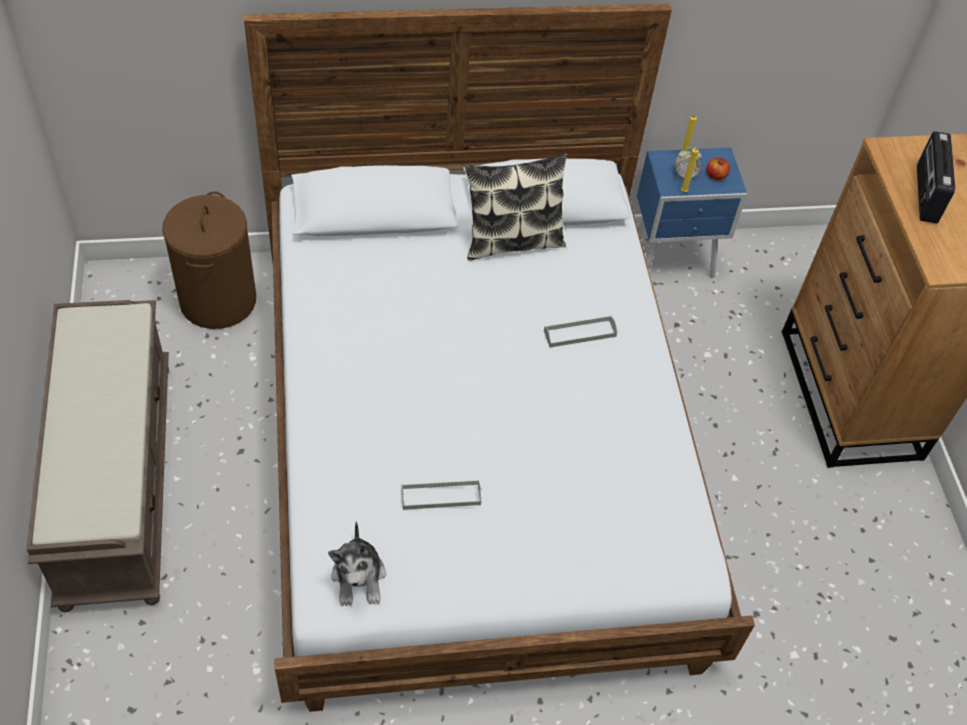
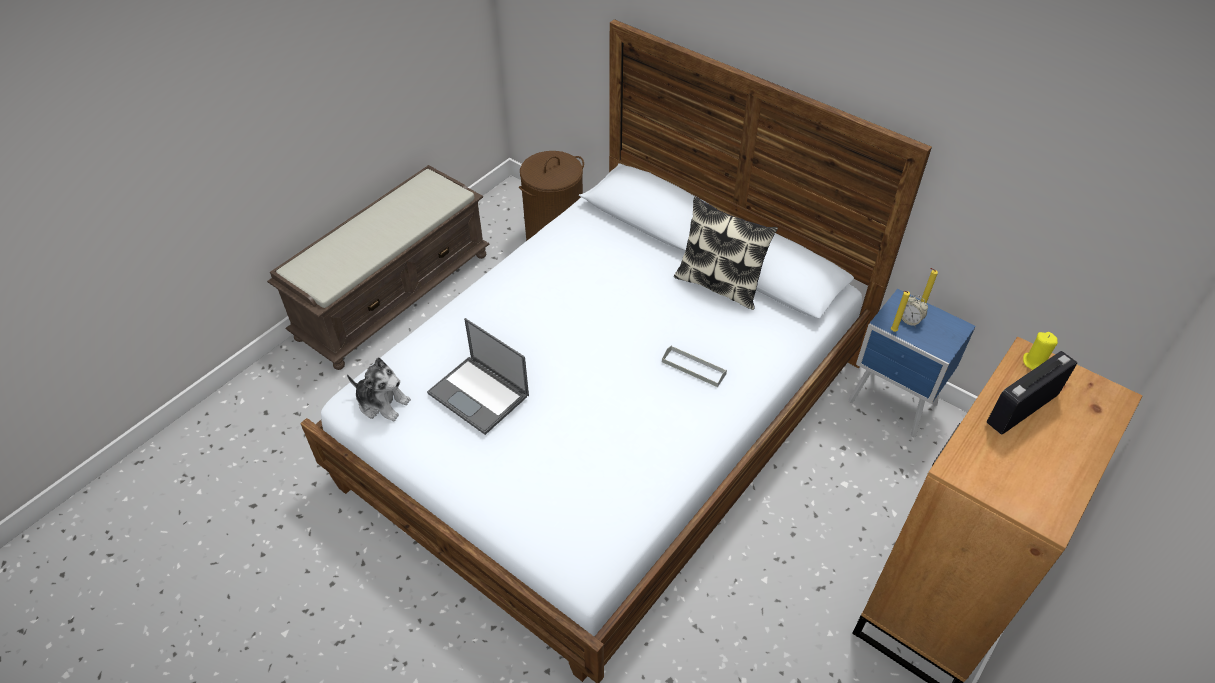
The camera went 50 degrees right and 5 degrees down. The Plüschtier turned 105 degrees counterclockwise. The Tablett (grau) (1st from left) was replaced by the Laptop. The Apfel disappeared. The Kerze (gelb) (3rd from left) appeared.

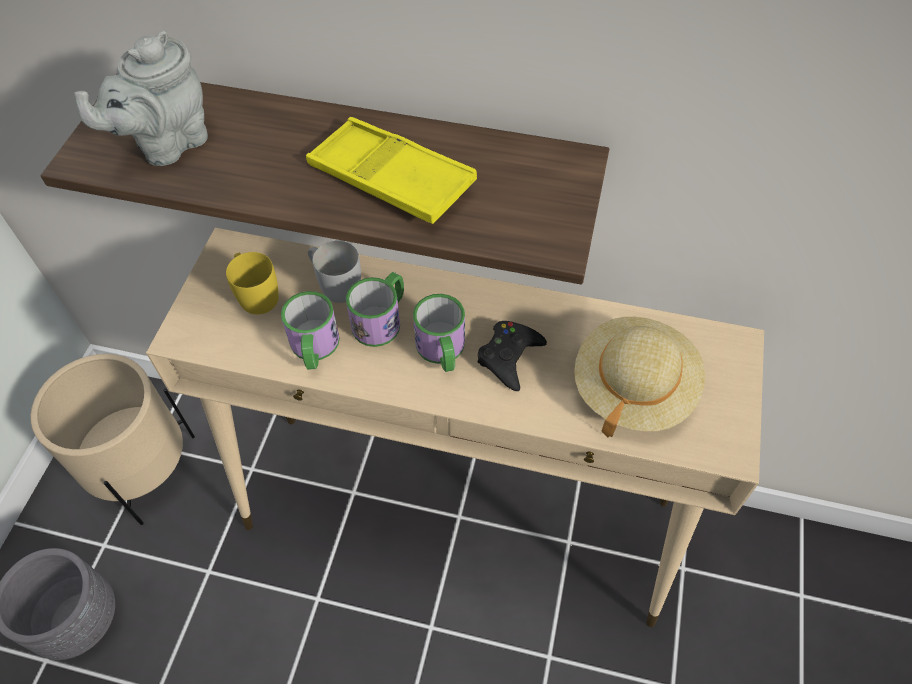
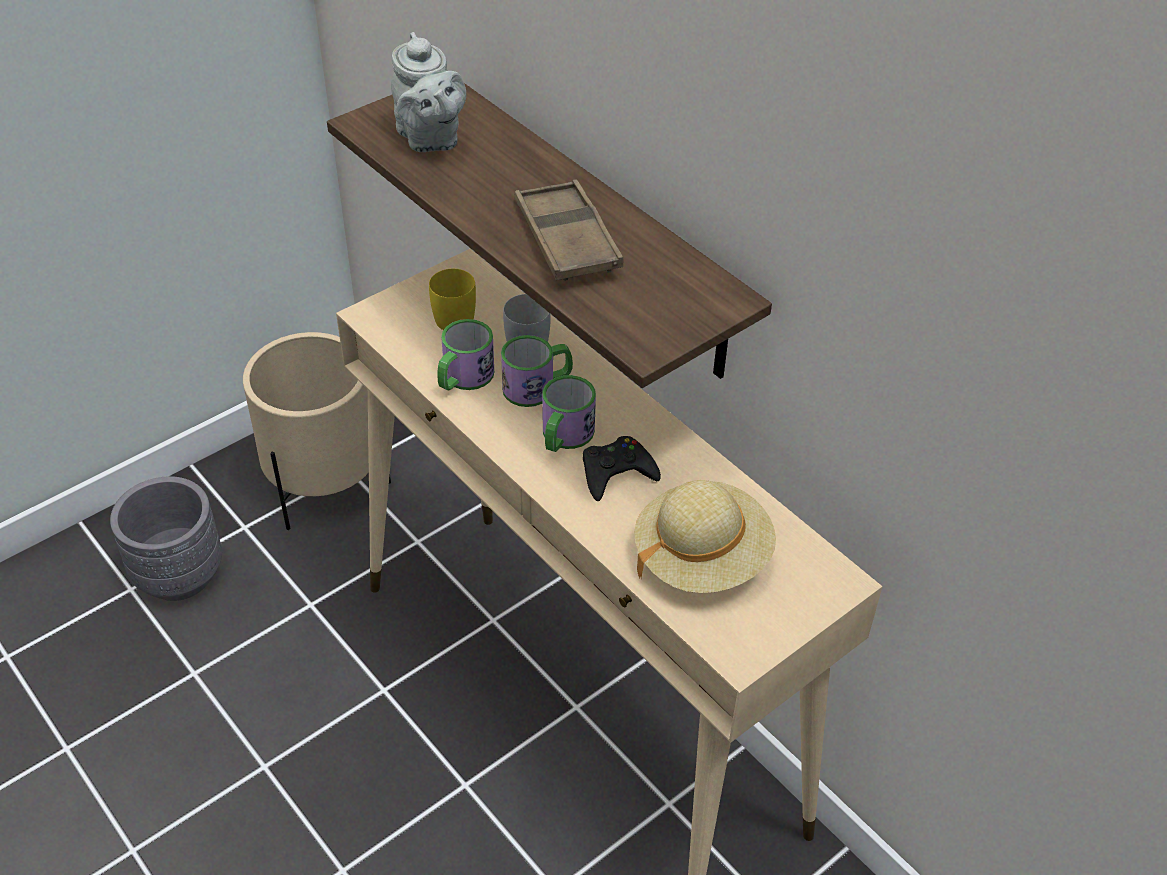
The camera went 35 degrees right and 10 degrees down. The Teekanne (grau) turned 105 degrees counterclockwise. The Tablett (gelb) became the Tablett (braun).

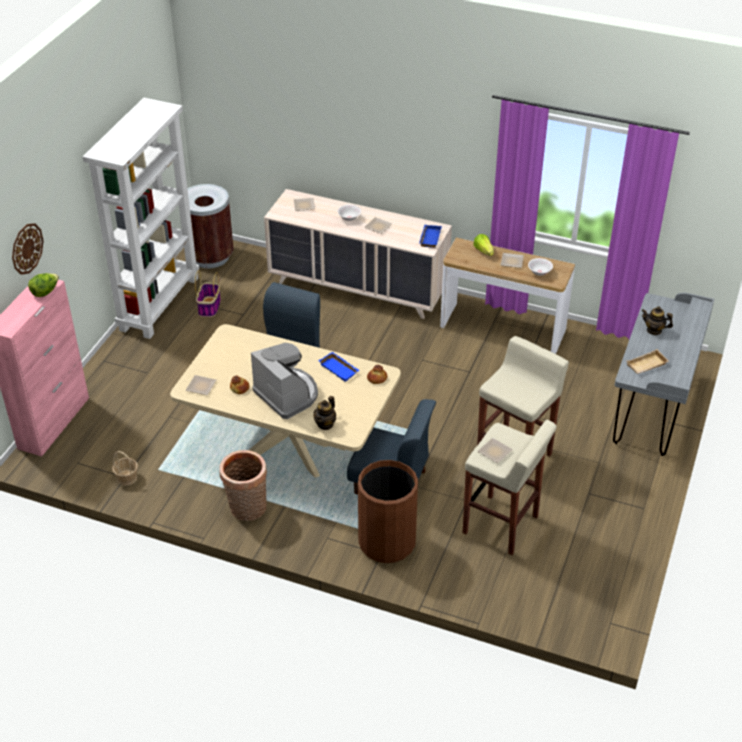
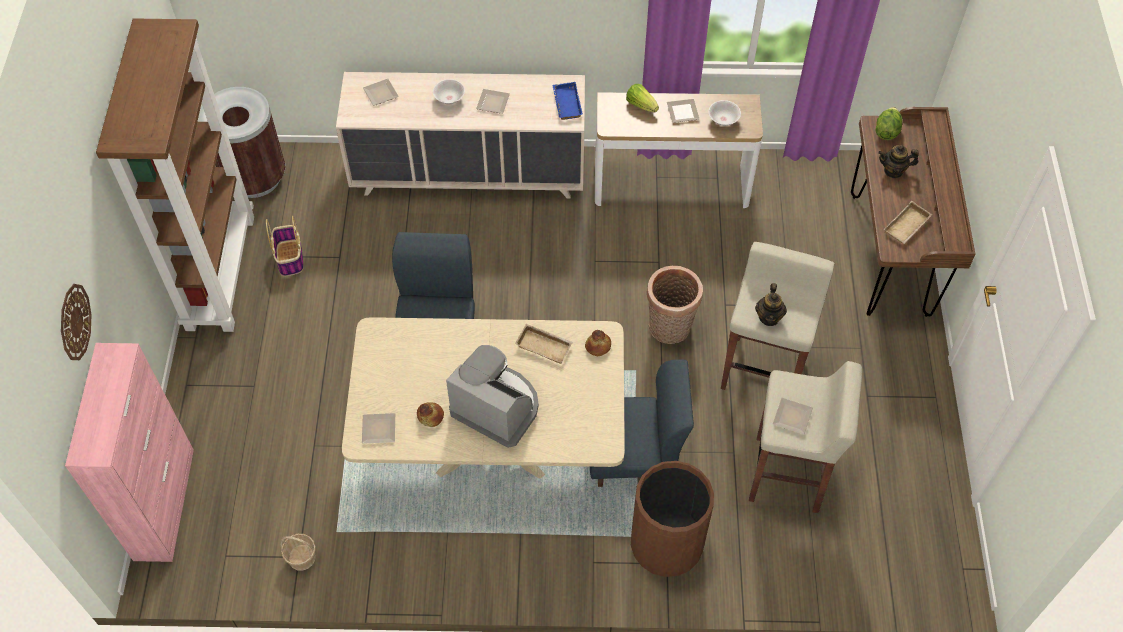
The camera went 20 degrees left and 15 degrees up. The Salatkopf (1st from left in the first image) moved. The Bücherregal (weiß) became the Bücherregal (braun). The Korb (3rd from left) moved. The Teekanne (1st from left) moved. The Tablett (blau) (1st from left) became the Tablett (beige) (1st from left). The Schreibtisch (grau) became the Schreibtisch (braun).

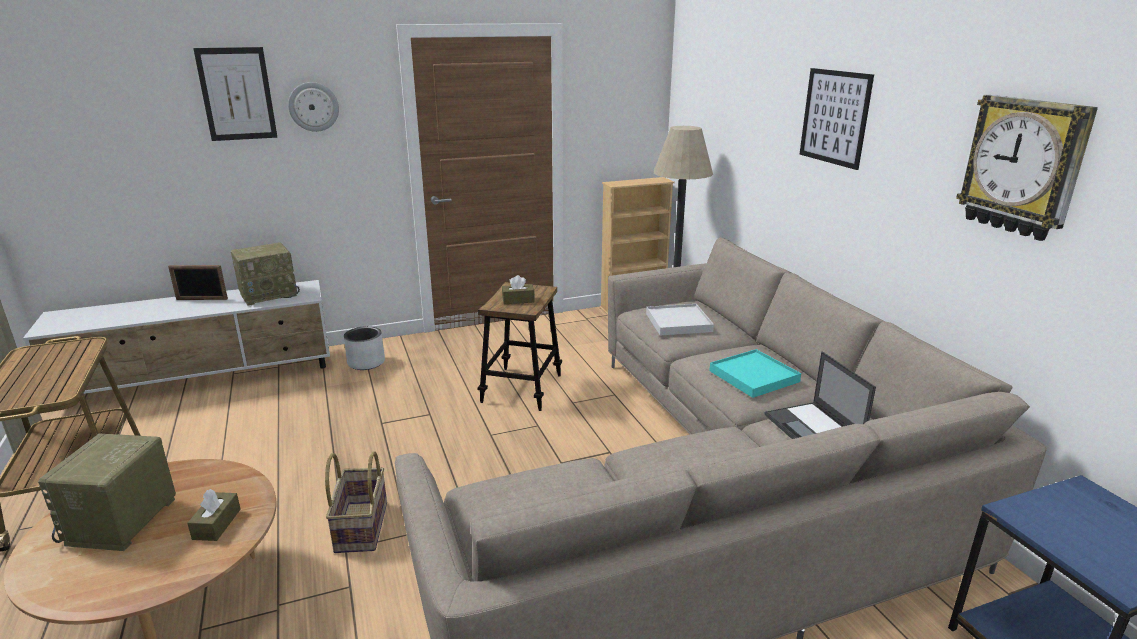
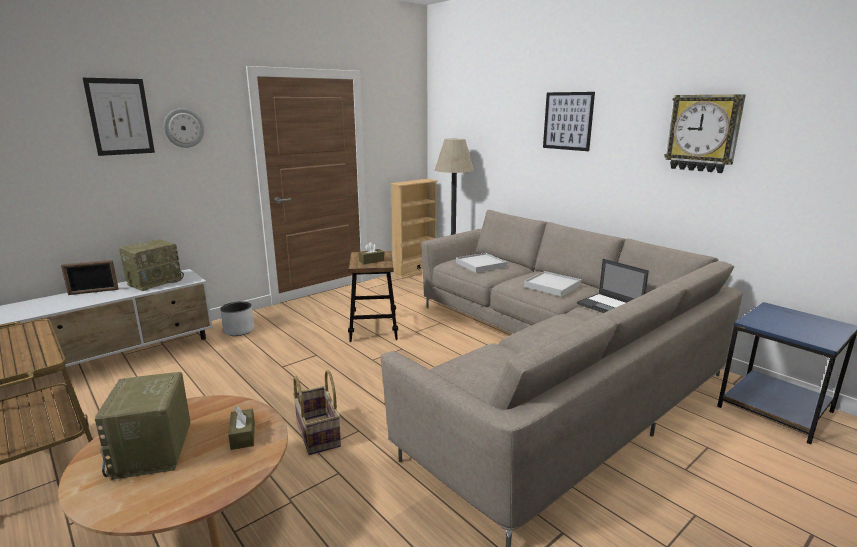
The camera went 20 degrees left and 5 degrees down. The Tablett (türkis) became the Tablett (weiß) (2nd from left).

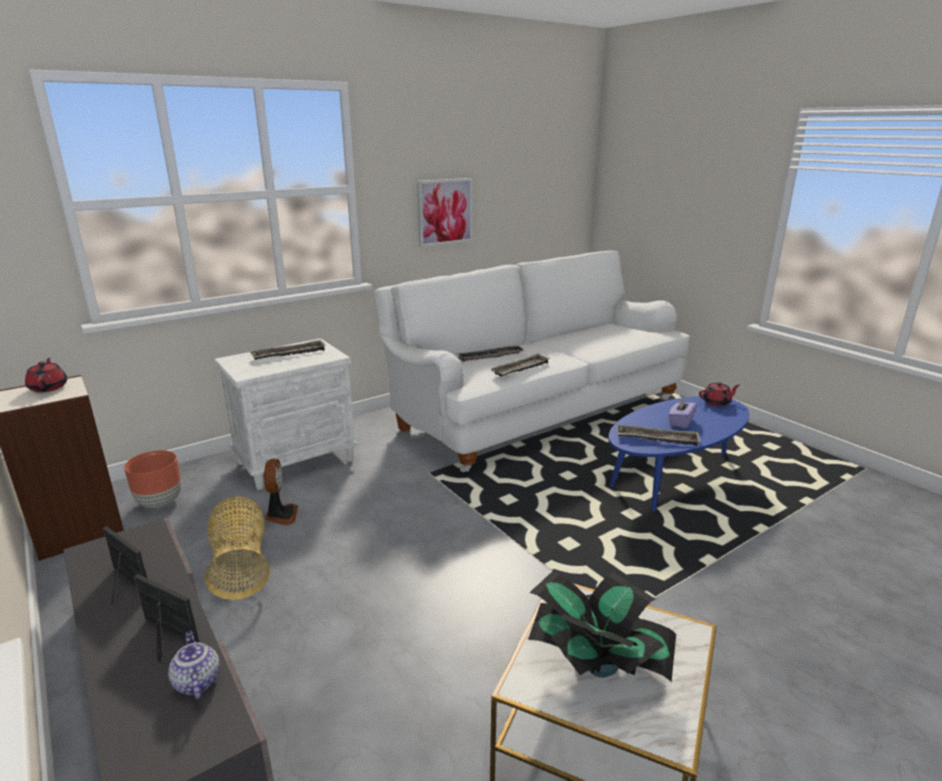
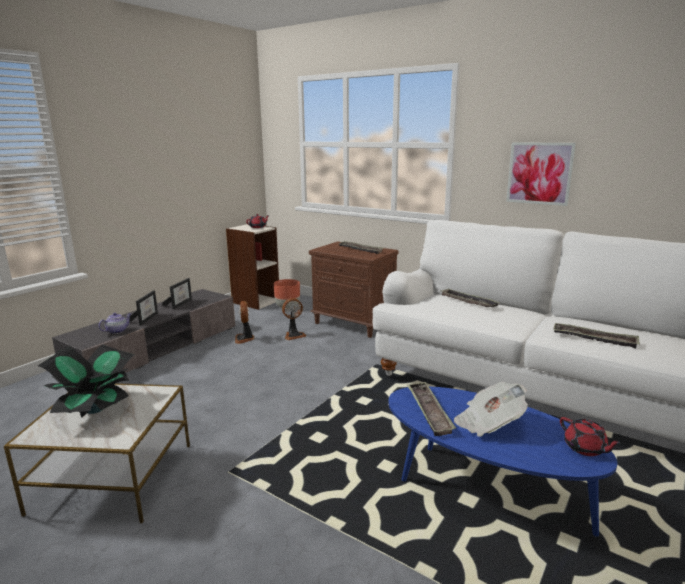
The camera went 70 degrees right and 5 degrees down. The Korb was replaced by the Ventilator (1st from left). The Nachttisch (weiß) became the Nachttisch (braun). The Tablett (3rd from left in the first image) moved. The Taschentuchbox (lila) was replaced by the Zeitung.

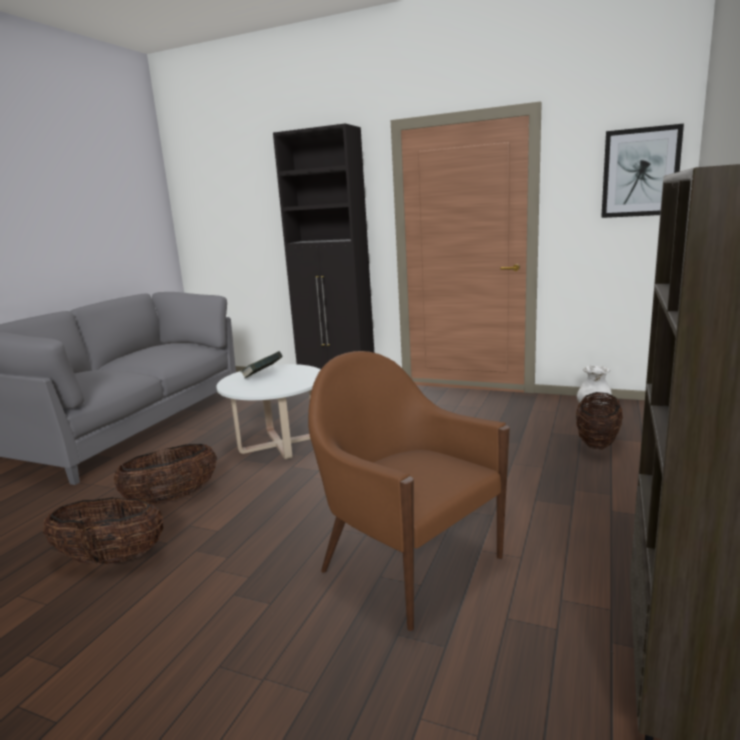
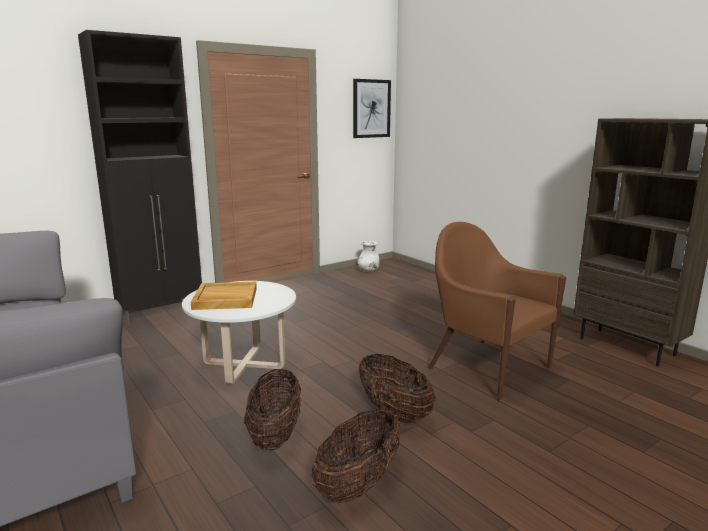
The camera went 60 degrees left and 0 degrees up. The Buch was replaced by the Tablett (beige). The Sessel (braun) turned 60 degrees clockwise. The Korb (3rd from left) moved.

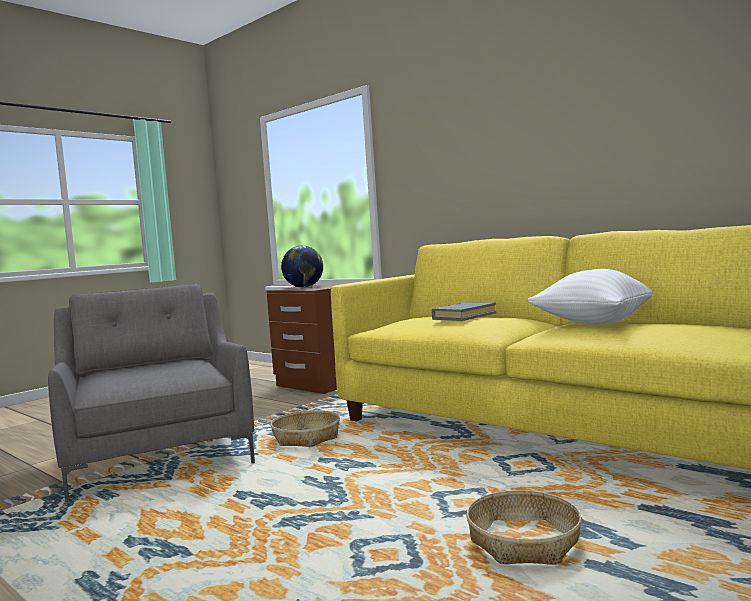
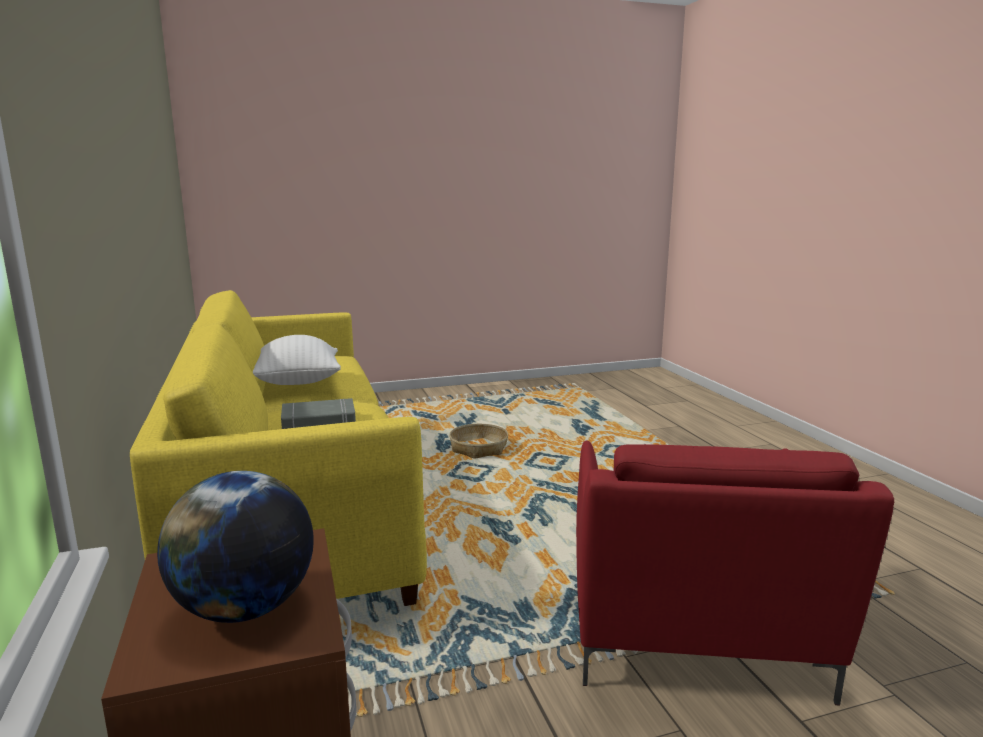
The camera went 150 degrees left and 10 degrees up. The Sessel (grau) became the Sessel (rot). The Korb (1st from left) disappeared.

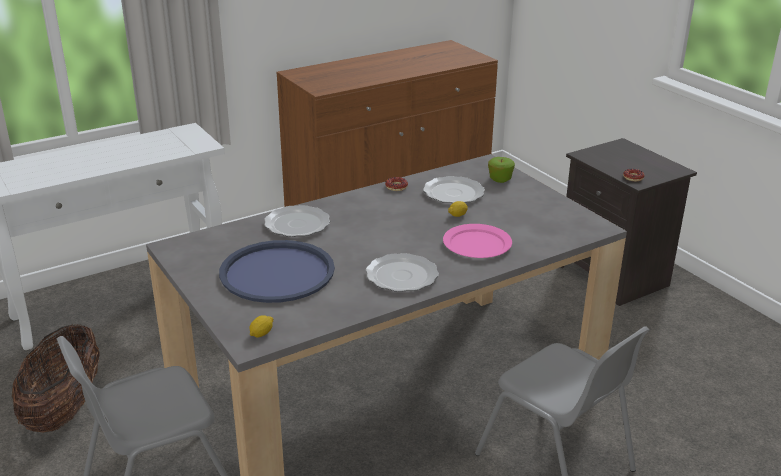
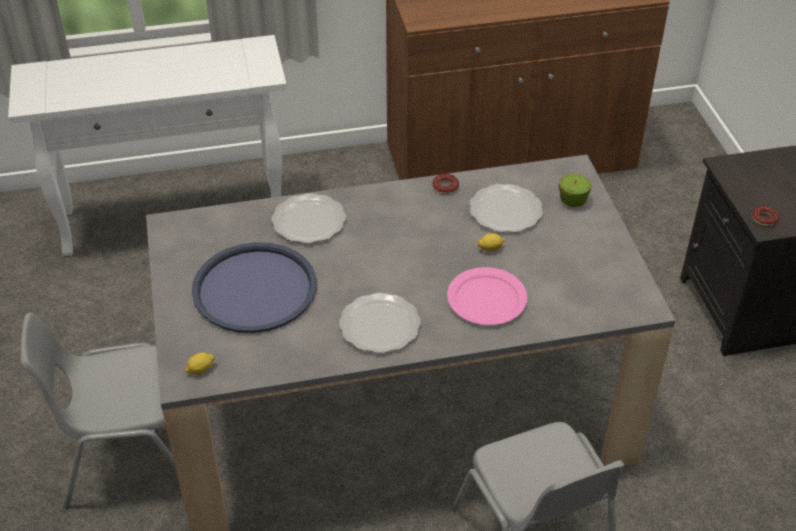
The camera went 20 degrees right and 15 degrees up. The Korb disappeared.

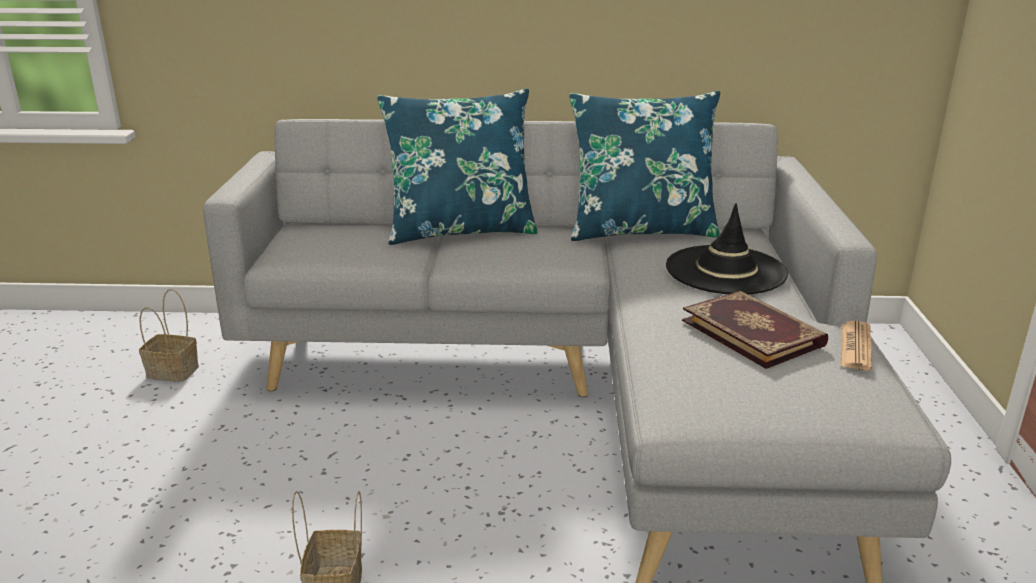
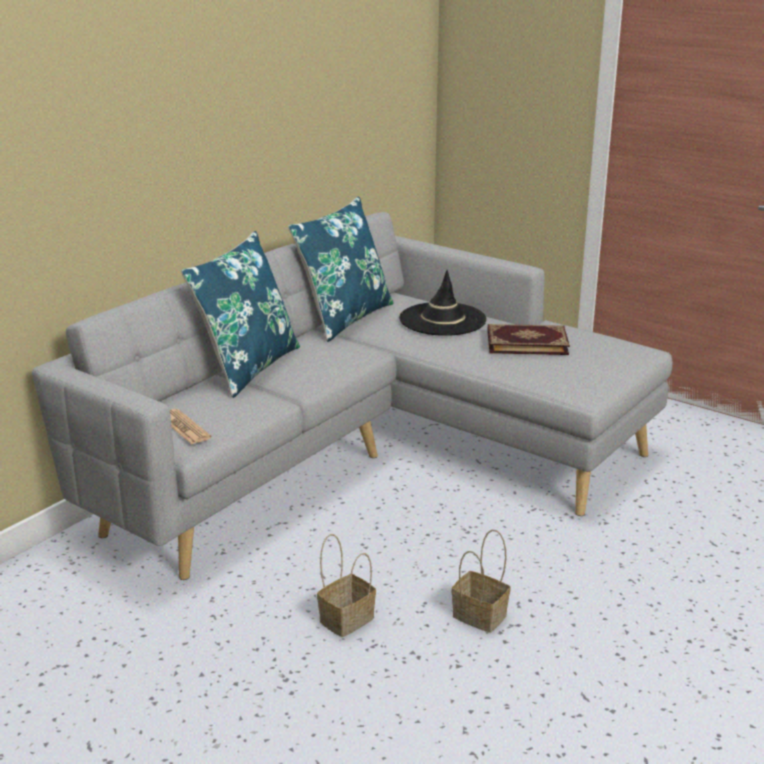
The camera went 55 degrees left and 0 degrees up. The Korb (1st from left) moved. The Zeitung moved.

